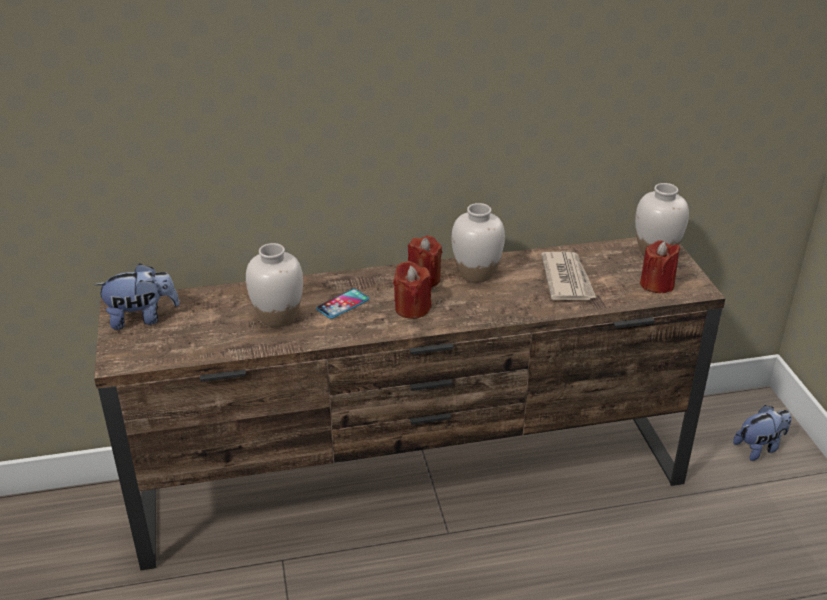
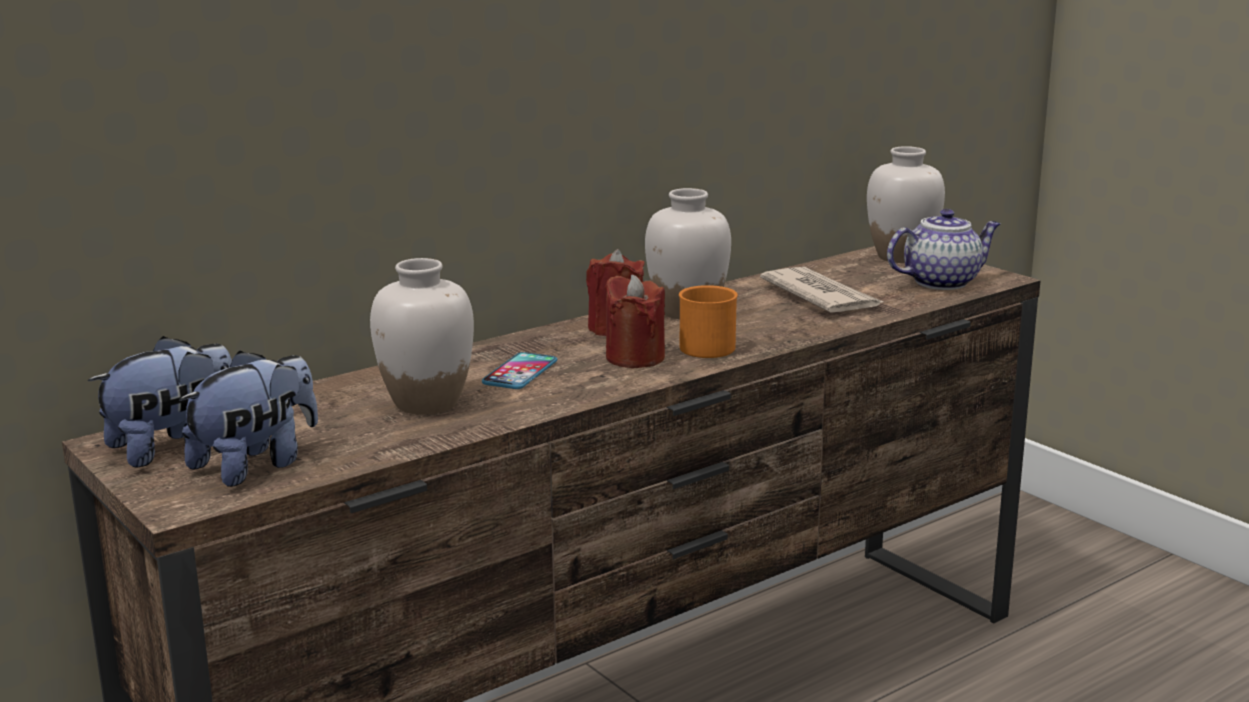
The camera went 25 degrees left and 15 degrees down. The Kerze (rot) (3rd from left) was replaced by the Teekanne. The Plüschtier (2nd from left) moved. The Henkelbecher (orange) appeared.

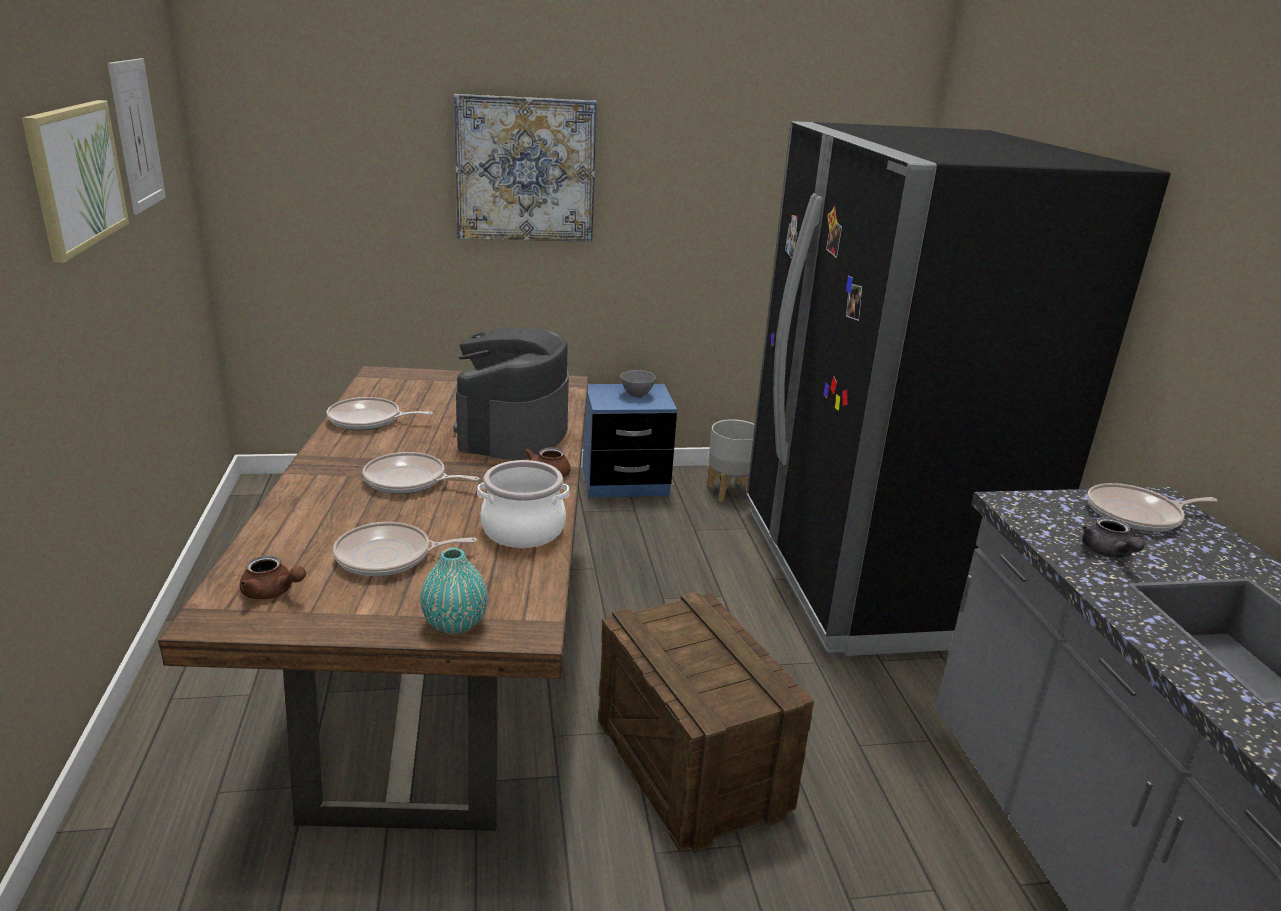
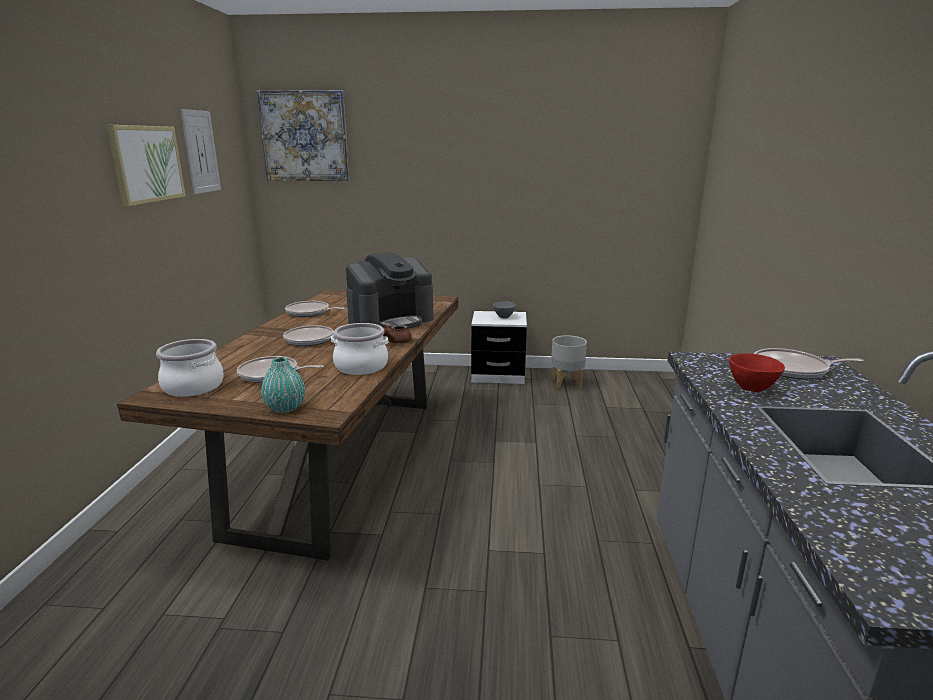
The camera went 15 degrees right and 5 degrees down. The Teekanne (braun) (1st from left) was replaced by the Kochtopf (1st from left). The Kaffeemaschine turned 150 degrees counterclockwise. The Bild (3rd from left) moved. The Nachttisch (blau) became the Nachttisch (weiß). The Kiste disappeared. The Kühlschrank (schwarz) disappeared. The Teekanne (grau) was replaced by the Schüssel (rot).

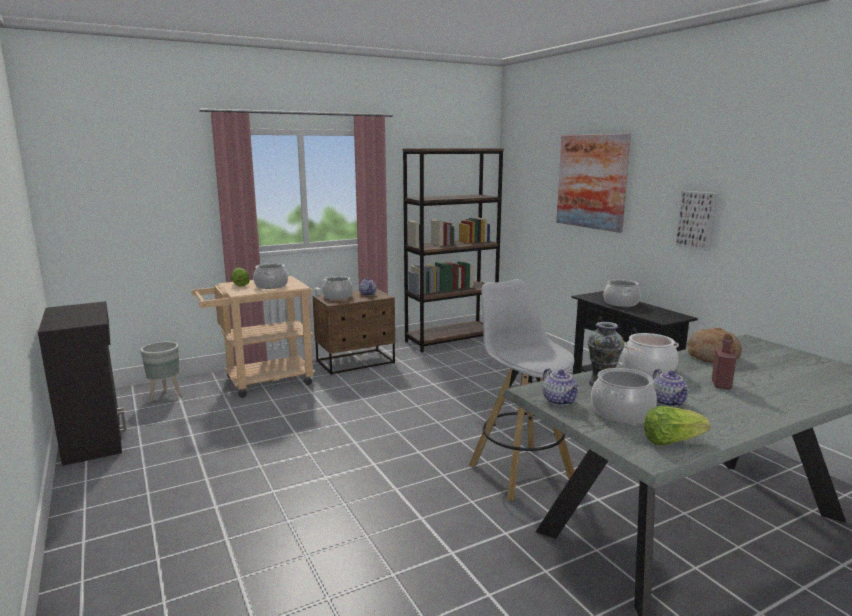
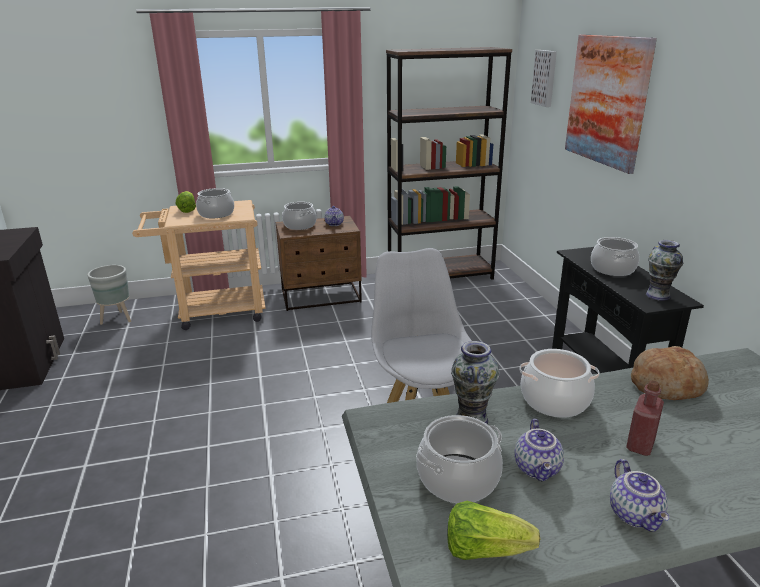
The camera went 15 degrees right and 10 degrees up. The Teekanne (2nd from left in the first image) moved. The Bild (2nd from left in the first image) moved. The Vase (2nd from left) appeared.

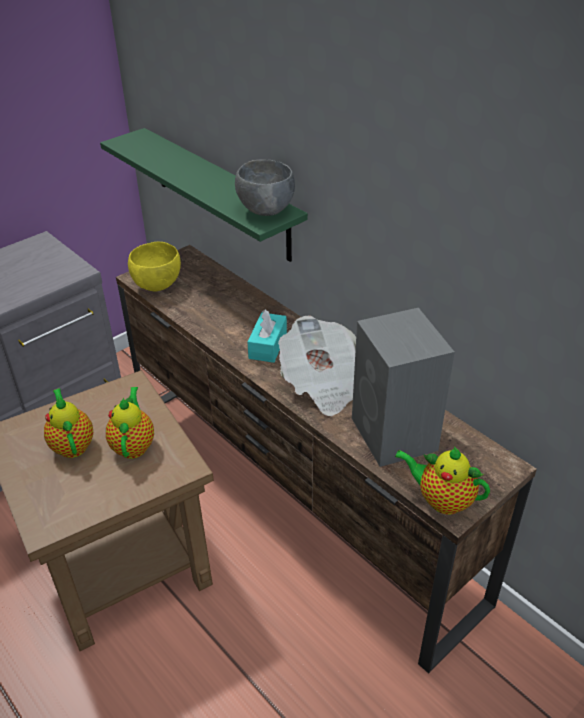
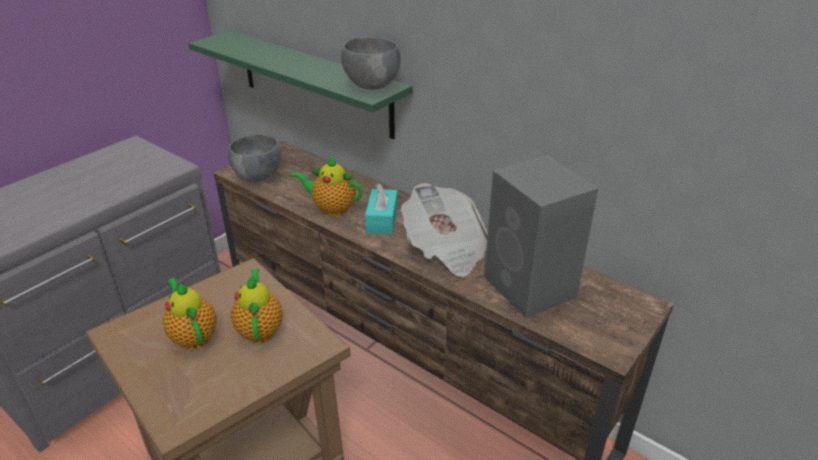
The camera went 10 degrees left and 5 degrees down. The Schüssel (gelb) became the Schüssel (grau) (1st from left). The Teekanne (3rd from left) moved.

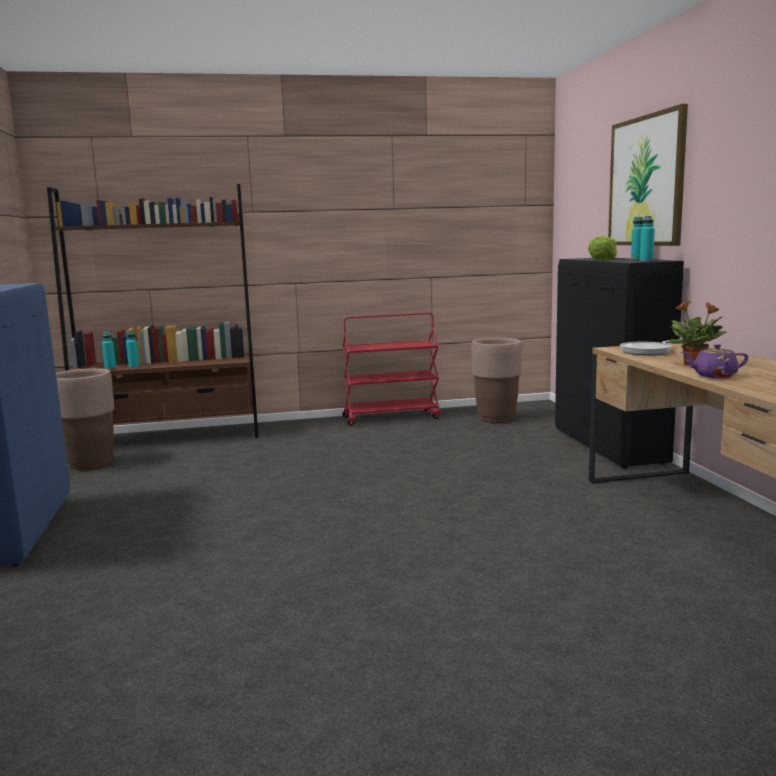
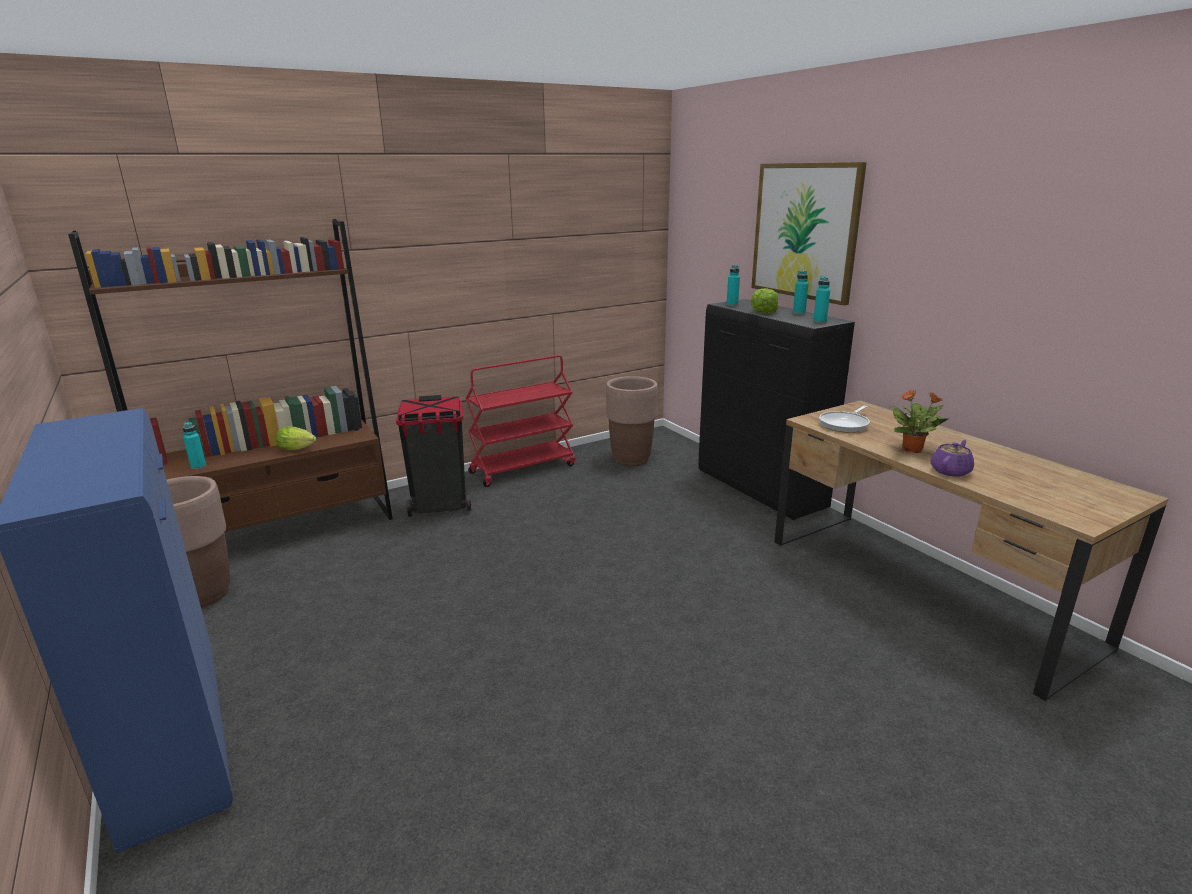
The camera went 20 degrees left and 10 degrees up. The Flasche (türkis) (2nd from left) moved. The Teekanne (lila) turned 150 degrees clockwise. The Salatkopf (1st from left) appeared. The Mülleimer (schwarz) appeared.

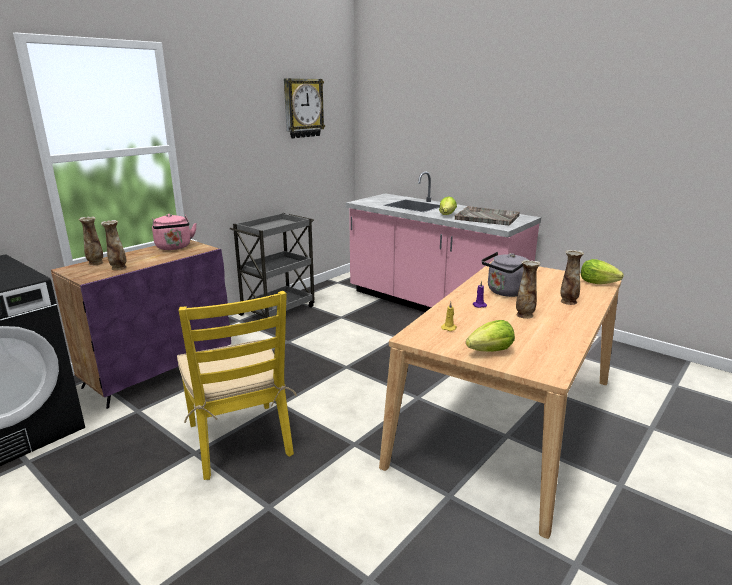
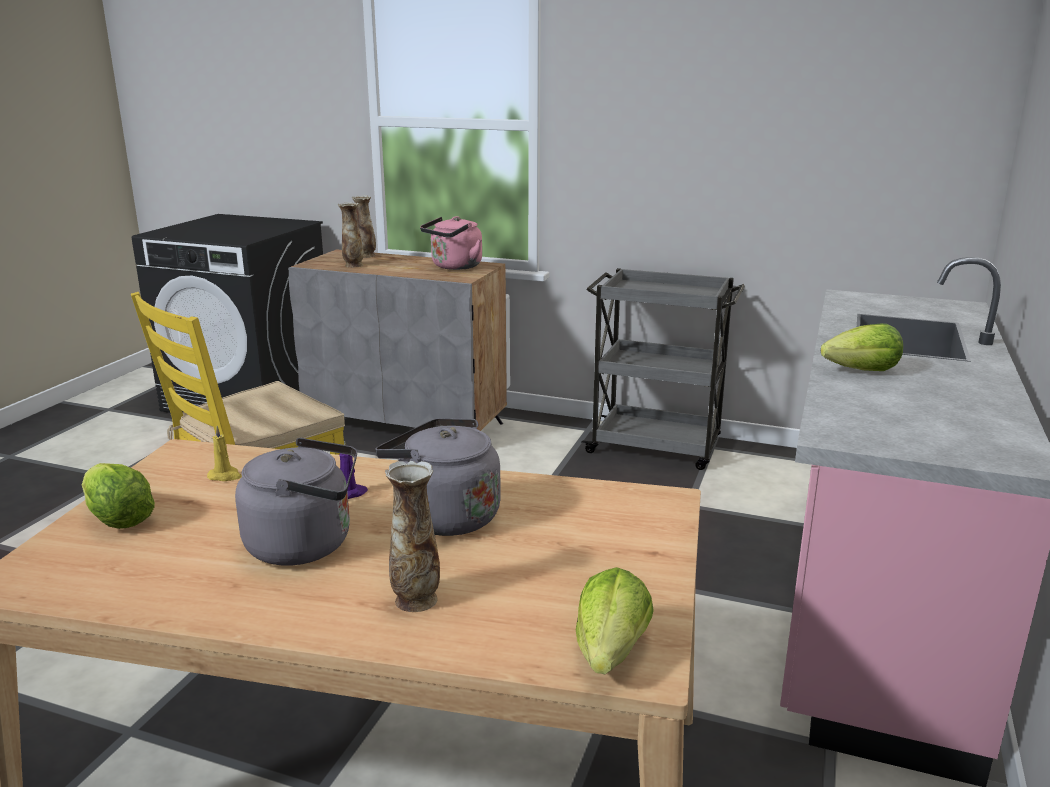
The camera went 70 degrees right and 0 degrees up. The Schrank (lila) became the Schrank (grau). The Wanduhr disappeared. The Tablett (grau) disappeared. The Vase (3rd from left) was replaced by the Wasserkessel (grau) (1st from left).

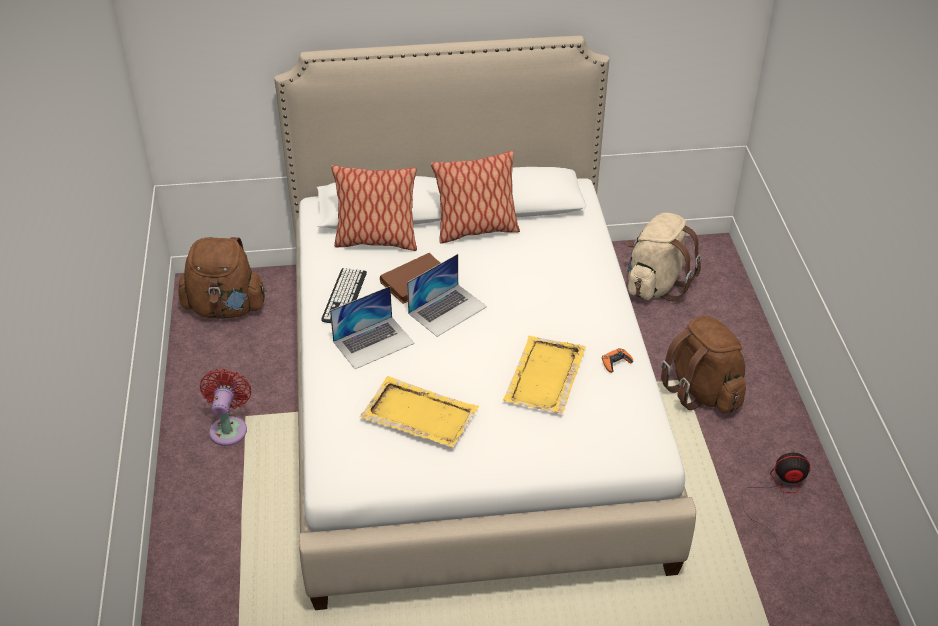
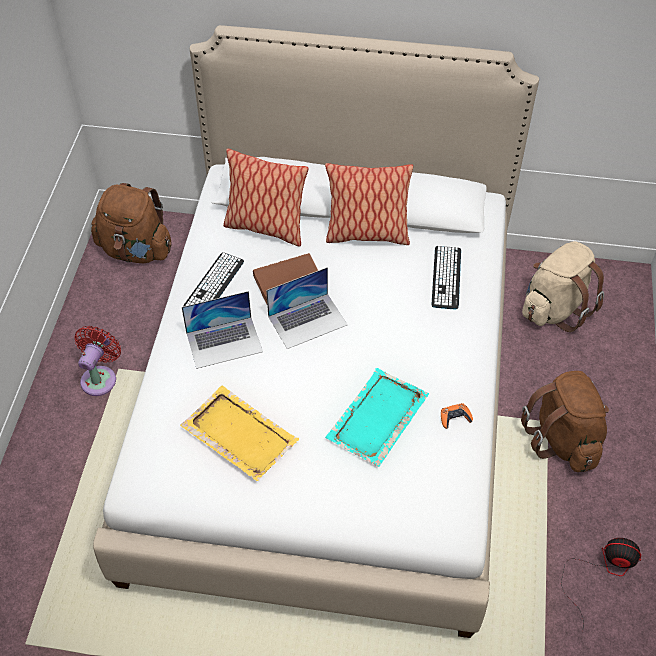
The camera went 15 degrees right and 10 degrees up. The Tablett (gelb) (2nd from left) became the Tablett (türkis). The Tastatur (2nd from left) appeared.

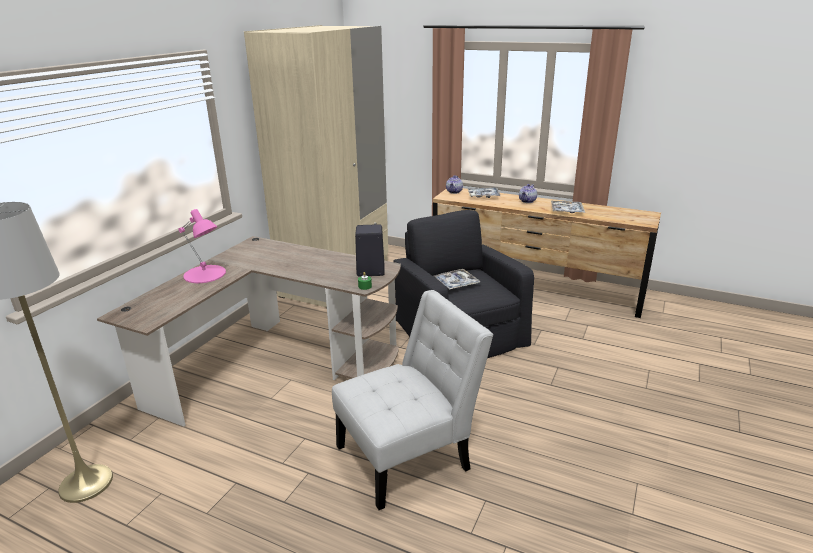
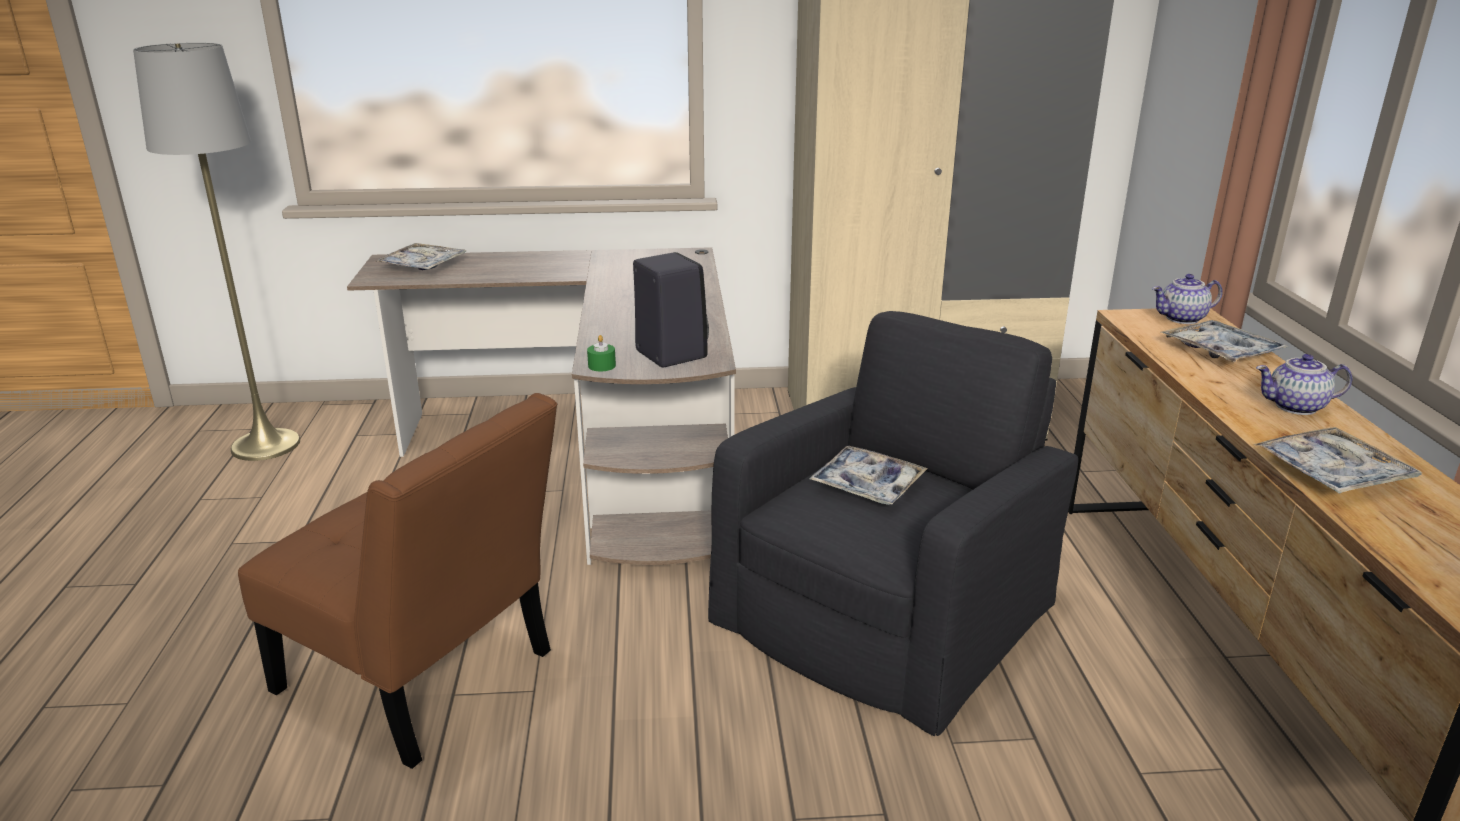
The camera went 60 degrees right and 0 degrees up. The Tischlampe (rosa) disappeared. The Stuhl (weiß) became the Stuhl (braun). The Tablett (1st from left) appeared.

